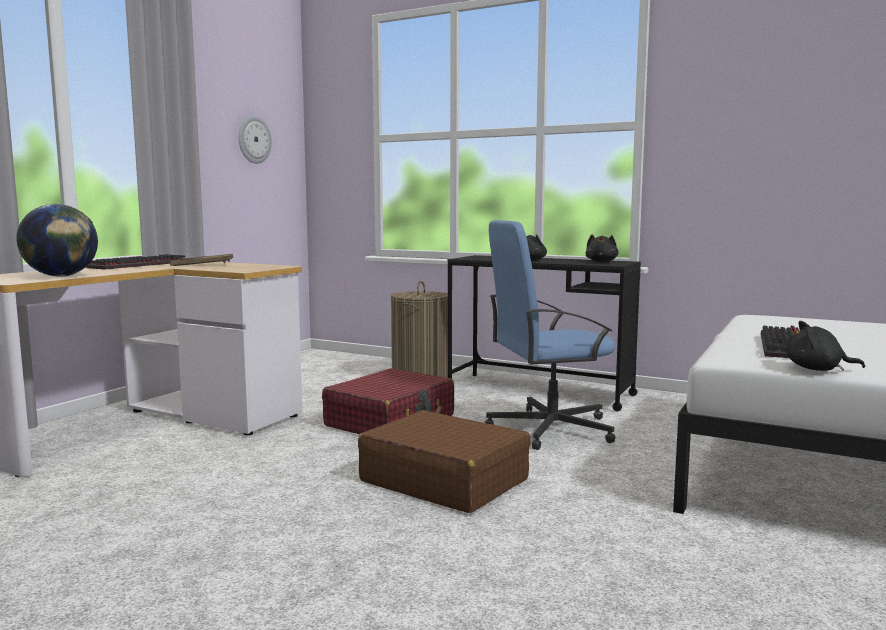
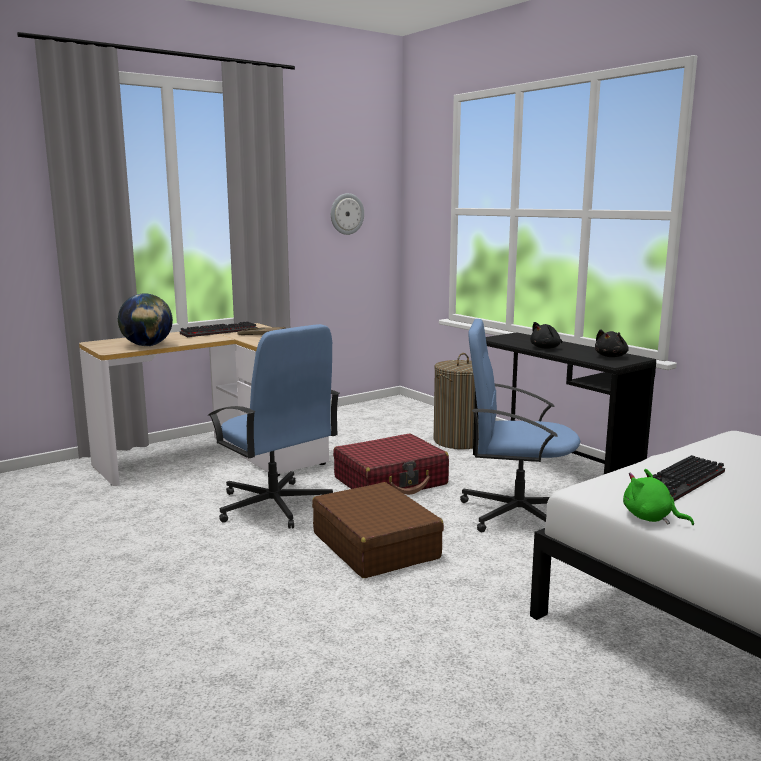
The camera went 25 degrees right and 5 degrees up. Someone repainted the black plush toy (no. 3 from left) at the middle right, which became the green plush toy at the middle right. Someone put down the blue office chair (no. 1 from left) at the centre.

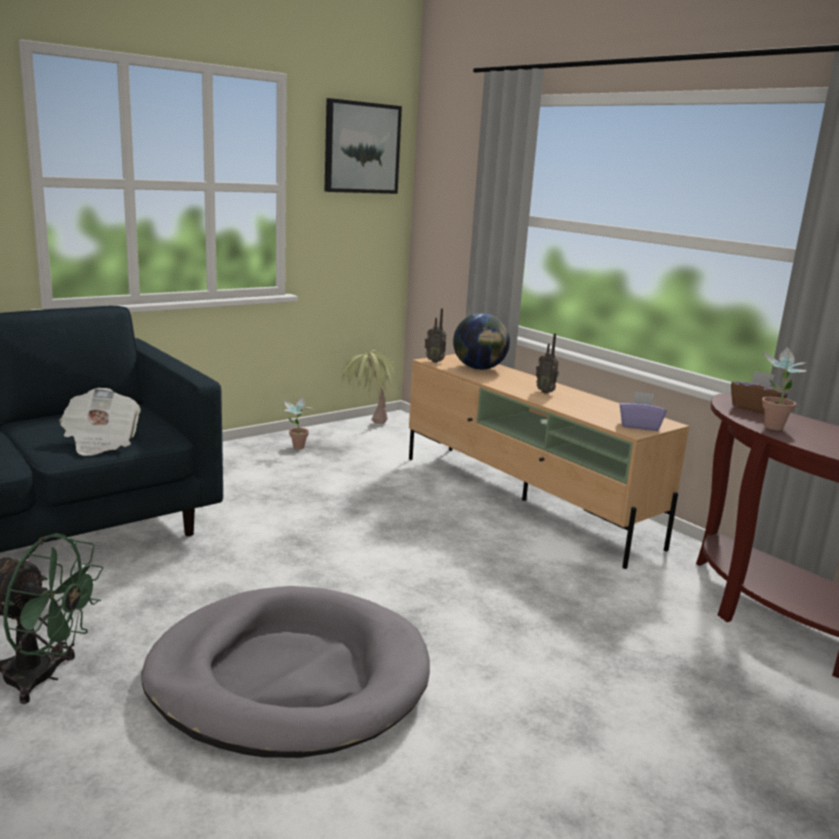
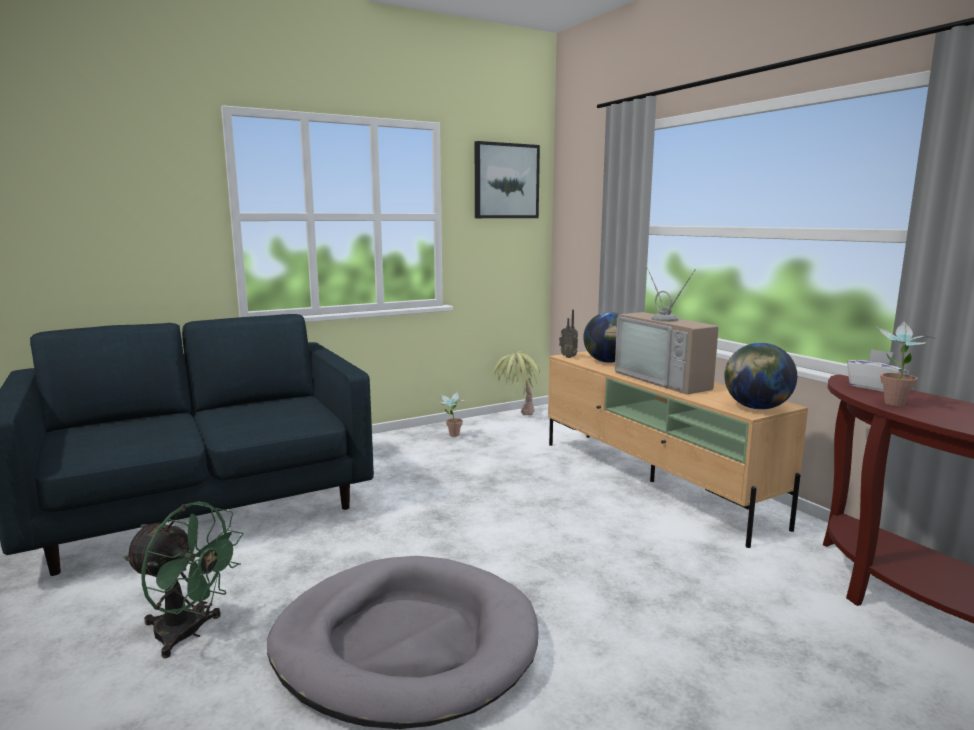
The camera went 10 degrees right and 5 degrees down. Someone swapped the radio (no. 2 from left) at the centre for the television at the middle right. Someone repainted the brown tissue box at the middle right, which became the white tissue box at the middle right. Someone took away the newspaper at the middle left. Someone swapped the purple tissue box at the middle right for the globe (no. 2 from left) at the middle right.

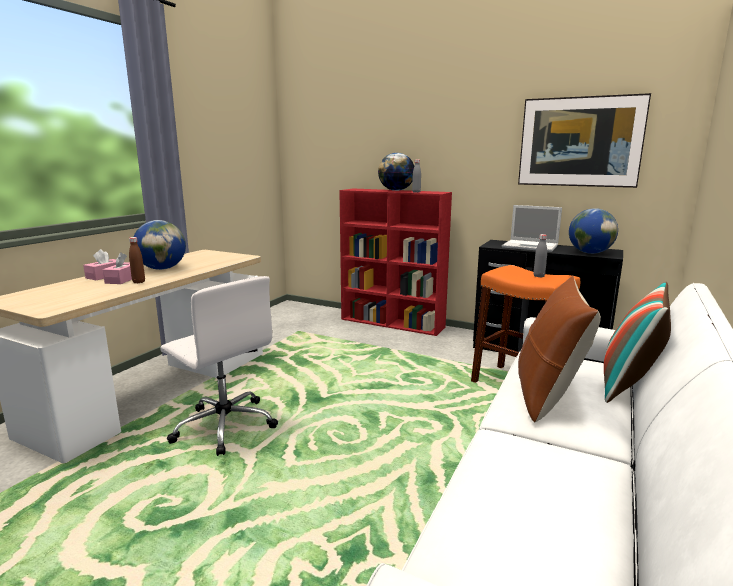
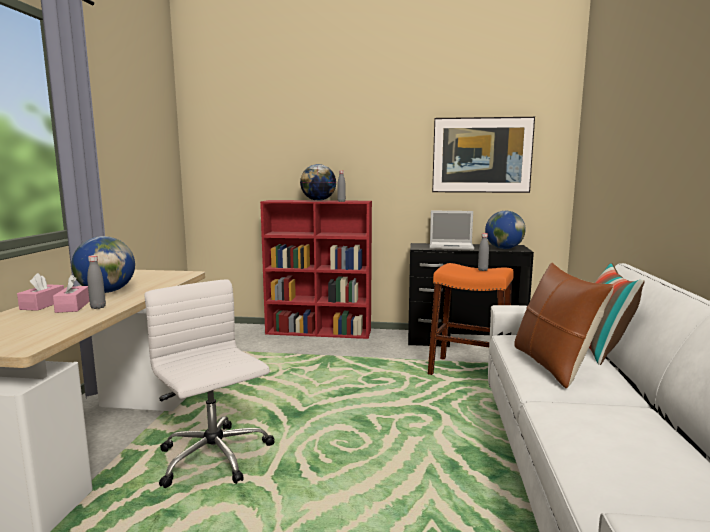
The camera went 20 degrees left and 5 degrees down. Someone repainted the brown bottle at the middle left, which became the grey bottle (no. 1 from left) at the middle left. Someone rotated the white office chair at the middle left by 150 degrees counterclockwise.

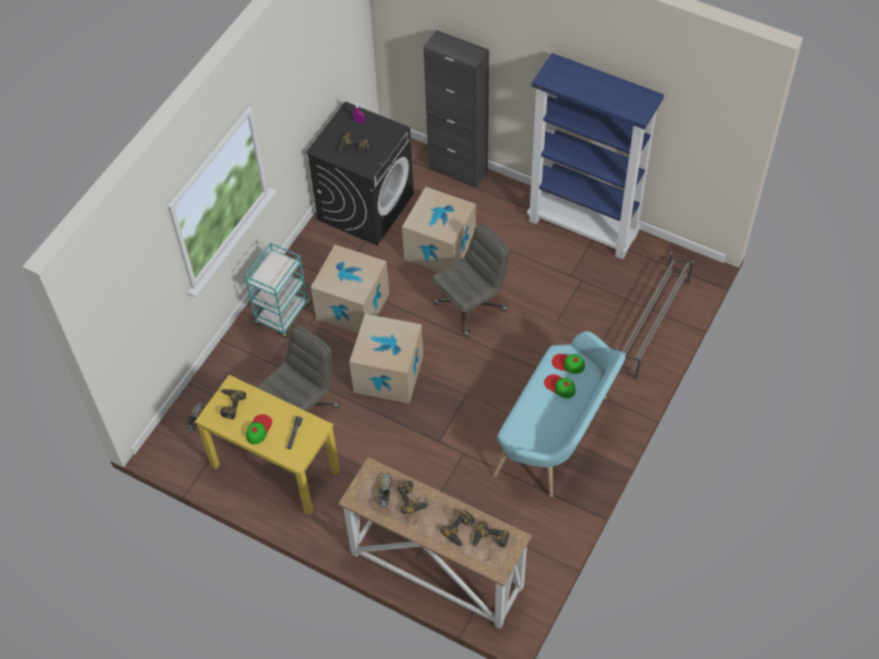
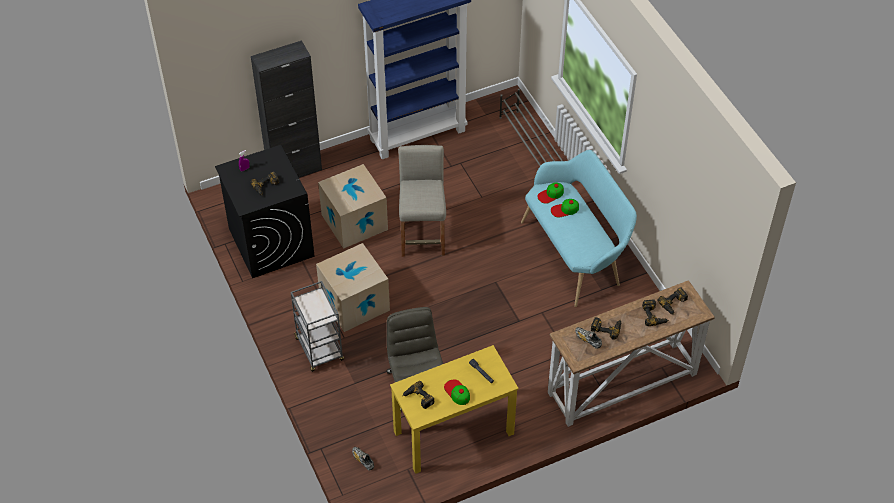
The camera went 55 degrees left and 5 degrees down. Someone swapped the grey office chair (no. 2 from left) at the centre for the beige stool at the centre. Someone repainted the turquoise cart at the middle left, which became the grey cart at the centre. Someone took away the cardboard box (no. 2 from left) at the centre.

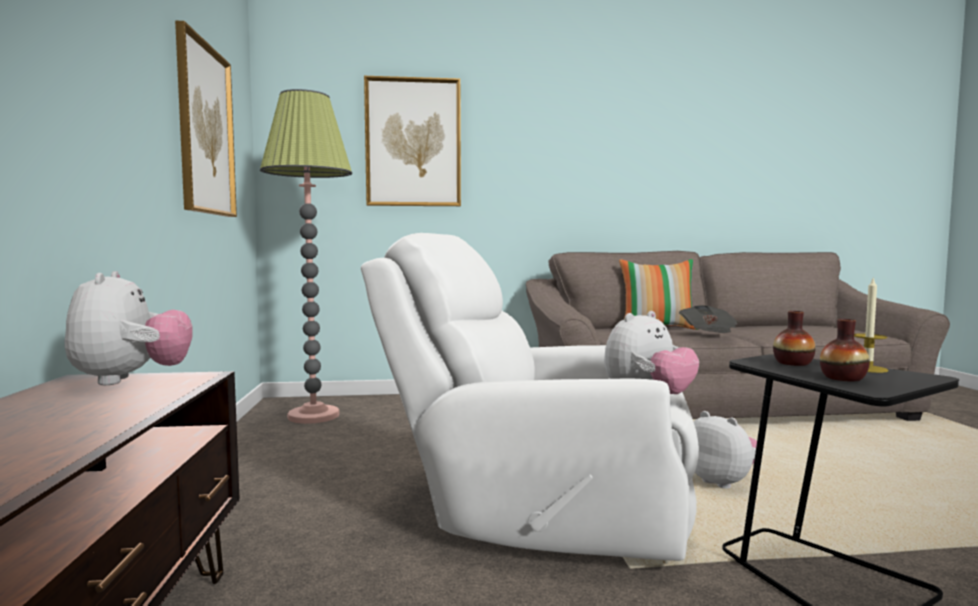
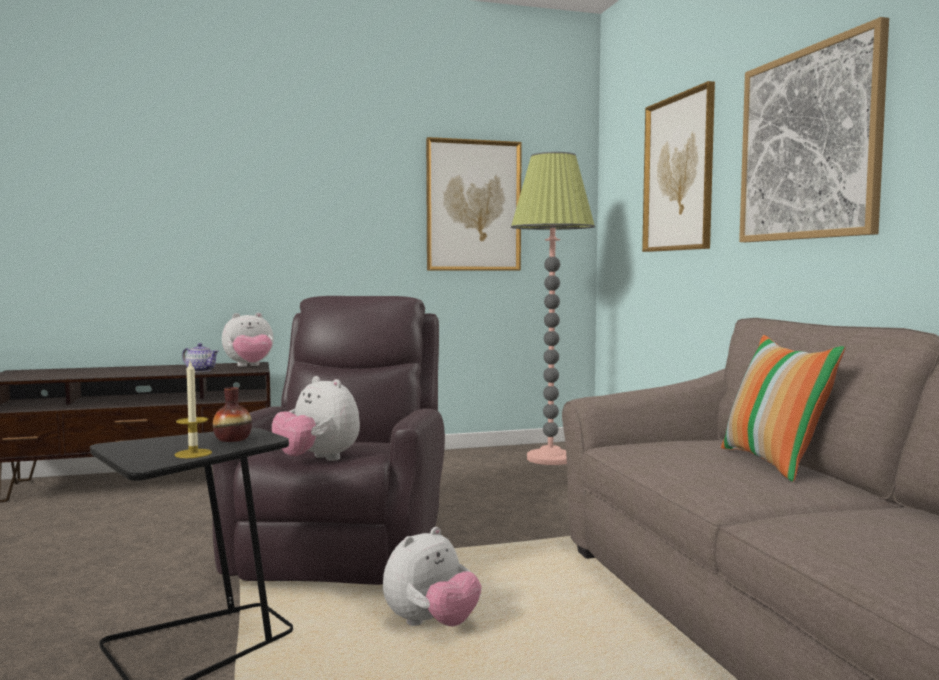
The camera went 80 degrees right and 0 degrees up. Someone repainted the white armchair at the centre, which became the brown armchair at the centre. Someone took away the newspaper at the middle right. Someone took away the vase (no. 2 from left) at the middle right. Someone put up the picture (no. 3 from left) at the top right. Someone put down the teapot at the middle left.

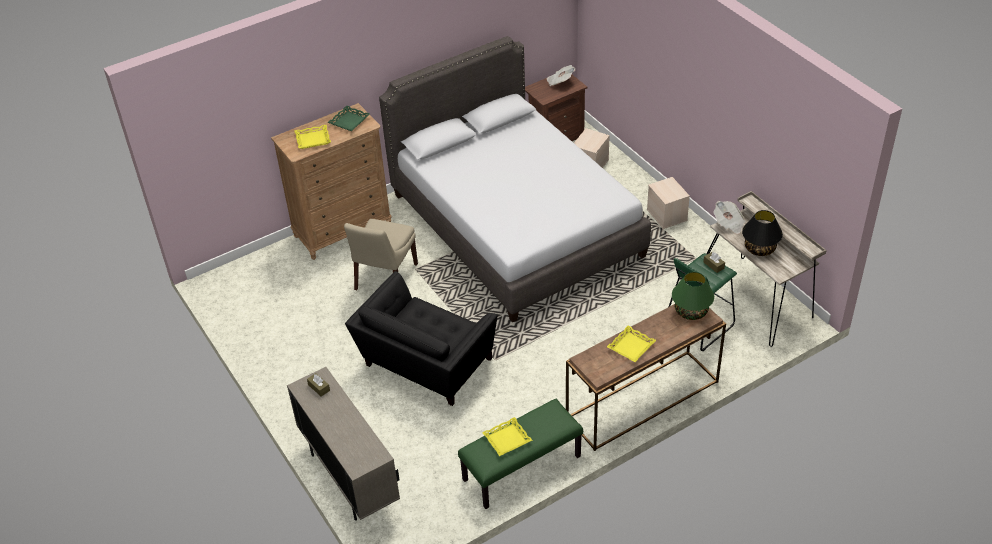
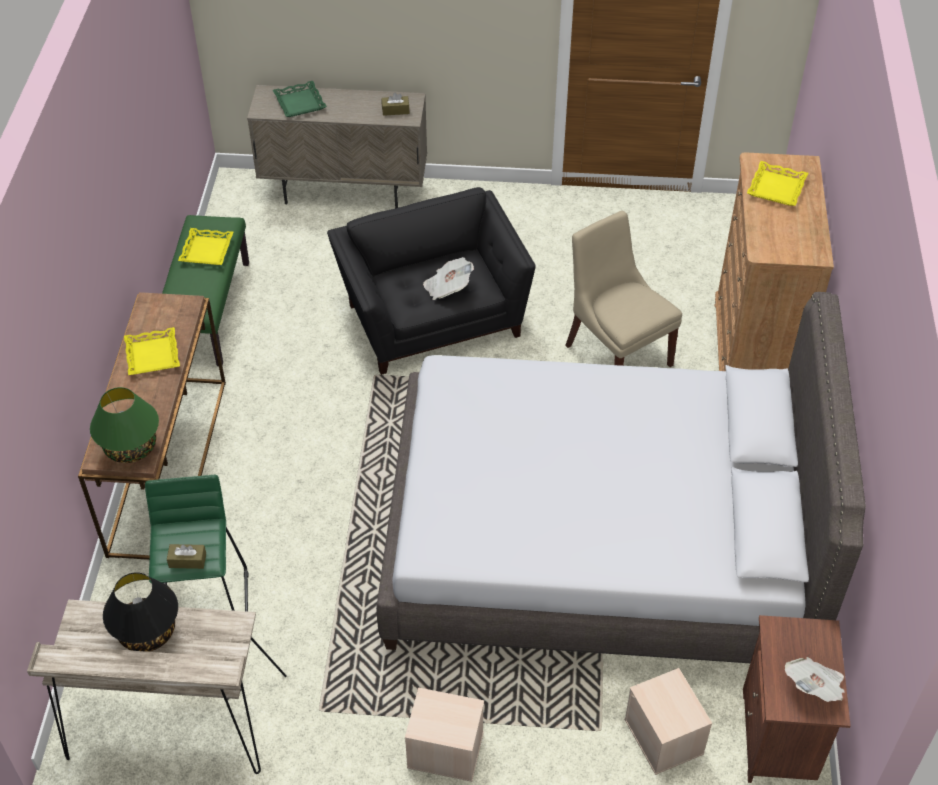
The camera went 125 degrees right and 5 degrees up. Someone carried the green tray from the top centre to the top left. Someone carried the newspaper (no. 2 from left in the first image) from the middle right to the centre.

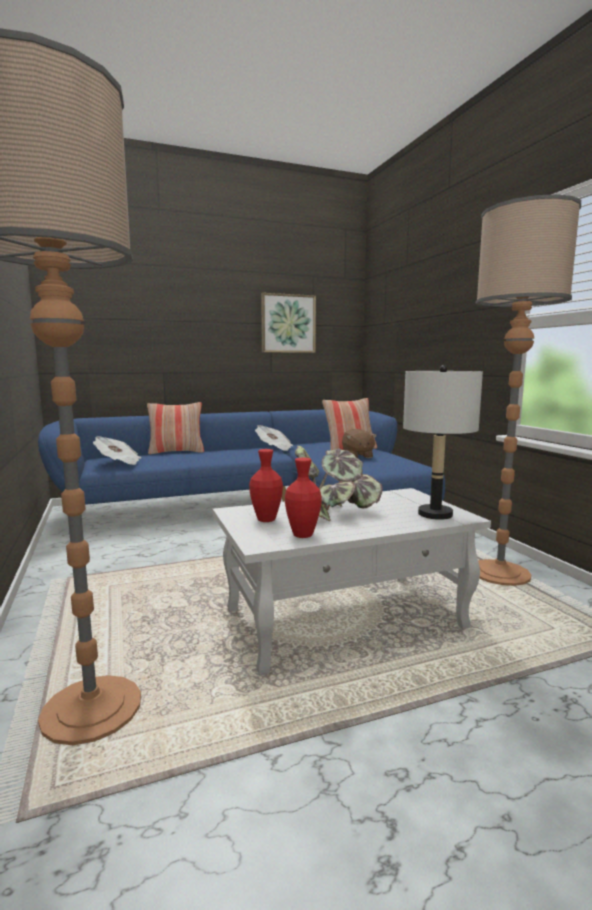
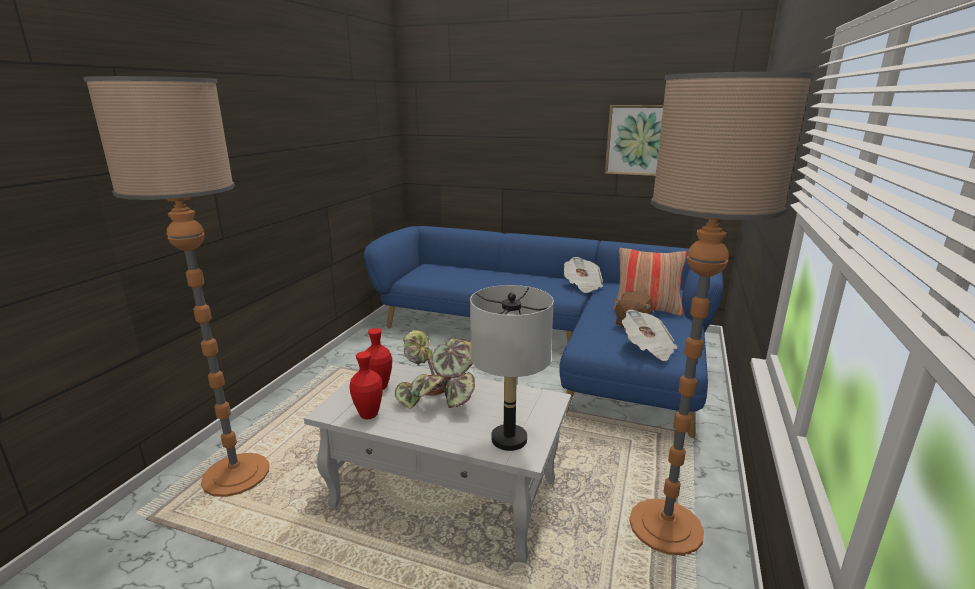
The camera went 40 degrees right and 10 degrees up. Someone took away the pillow (no. 1 from left) at the middle left. Someone carried the newspaper (no. 1 from left in the first image) from the middle left to the centre.

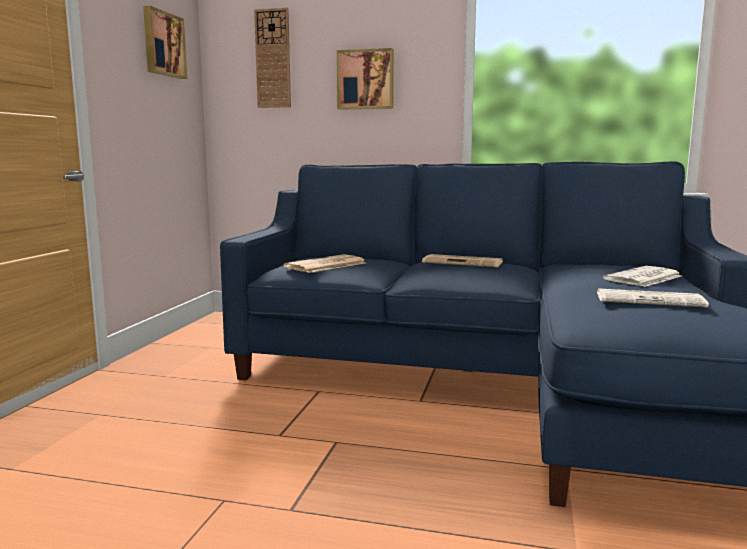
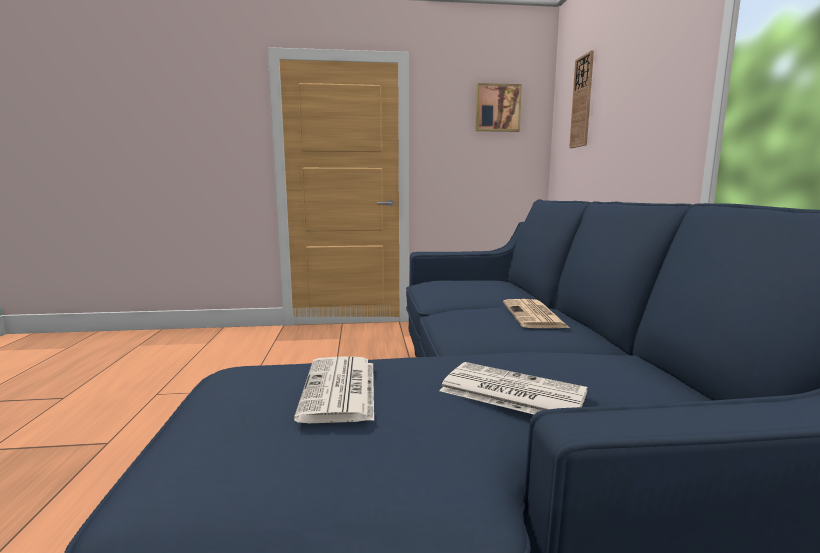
The camera went 70 degrees right and 0 degrees up. Someone took away the picture (no. 2 from left) at the top centre. Someone took away the newspaper (no. 1 from left) at the centre.

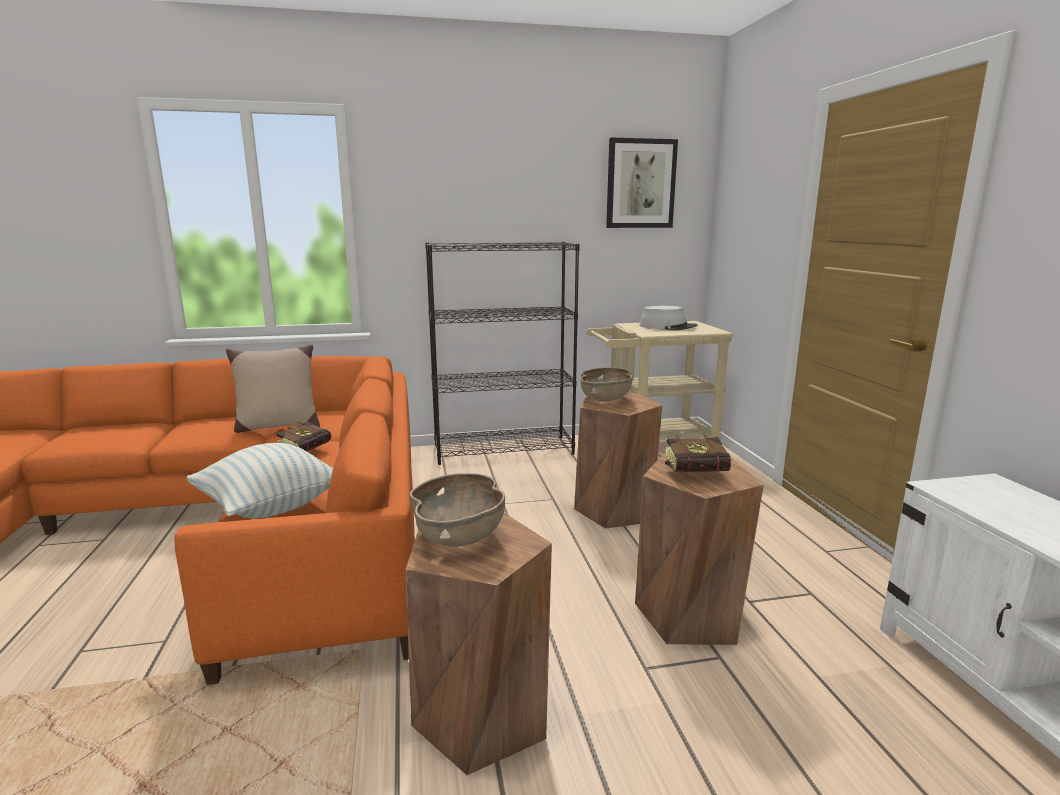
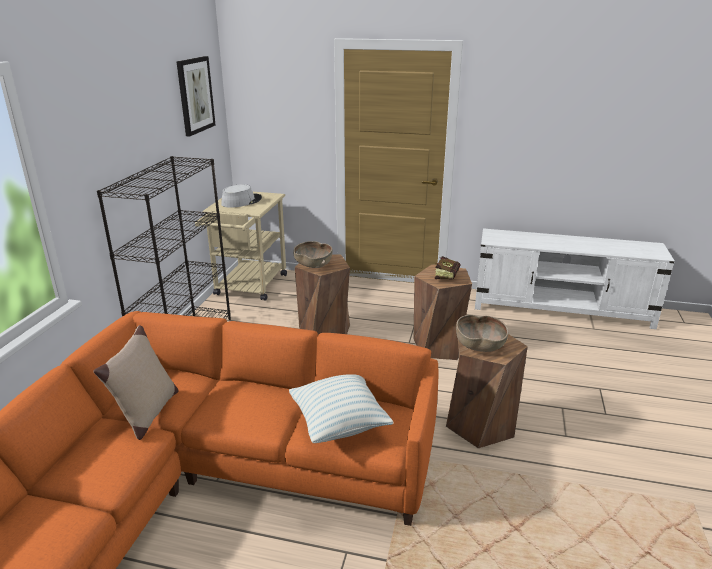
The camera went 65 degrees left and 10 degrees up. Someone took away the book (no. 1 from left) at the middle left.

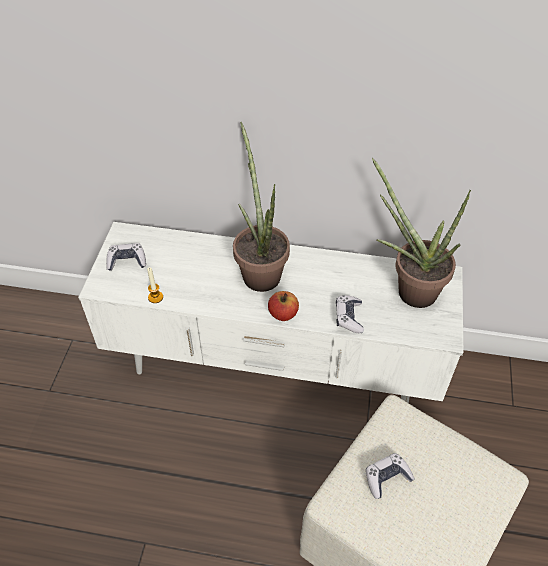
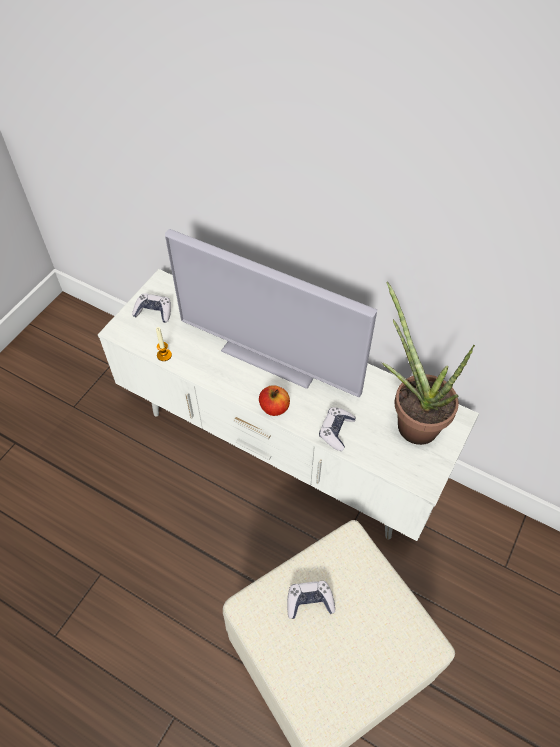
The camera went 20 degrees right and 5 degrees up. Someone swapped the potted plant (no. 1 from left) at the centre for the television at the centre.

